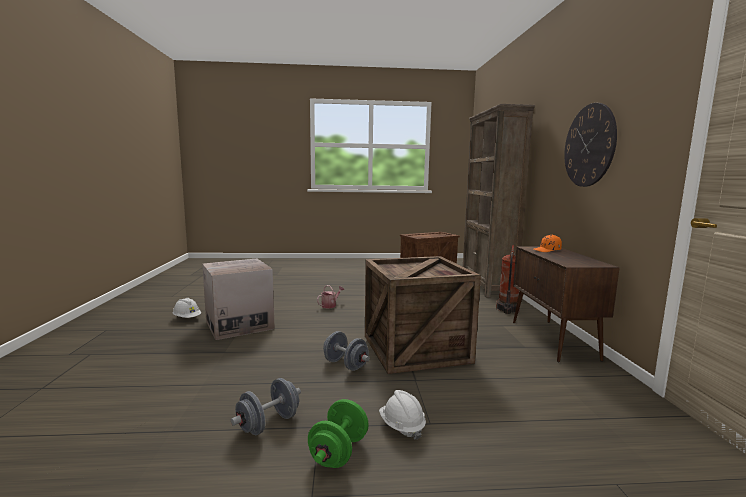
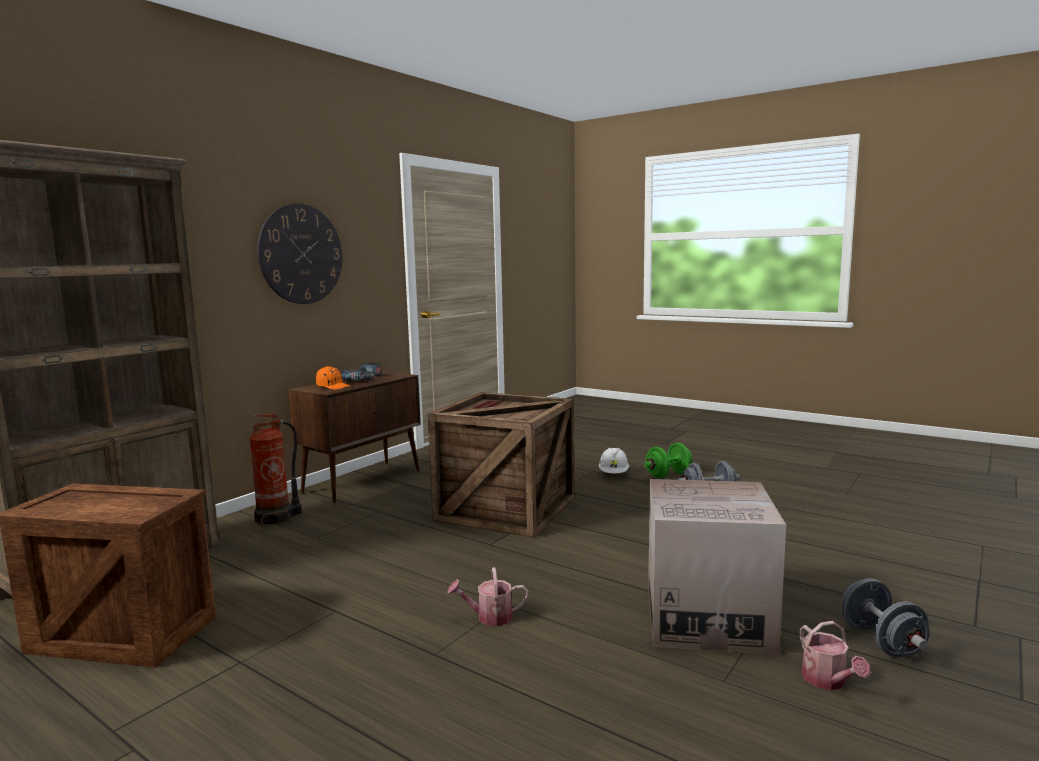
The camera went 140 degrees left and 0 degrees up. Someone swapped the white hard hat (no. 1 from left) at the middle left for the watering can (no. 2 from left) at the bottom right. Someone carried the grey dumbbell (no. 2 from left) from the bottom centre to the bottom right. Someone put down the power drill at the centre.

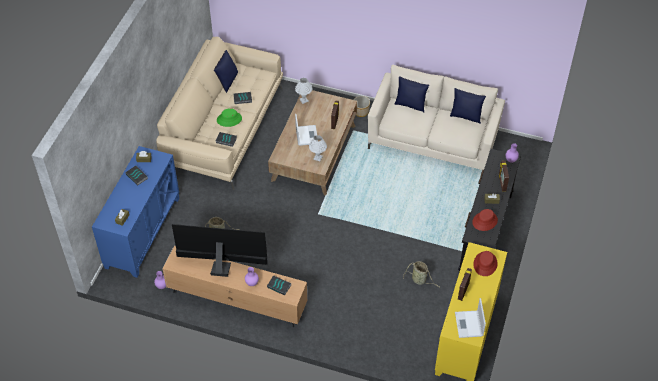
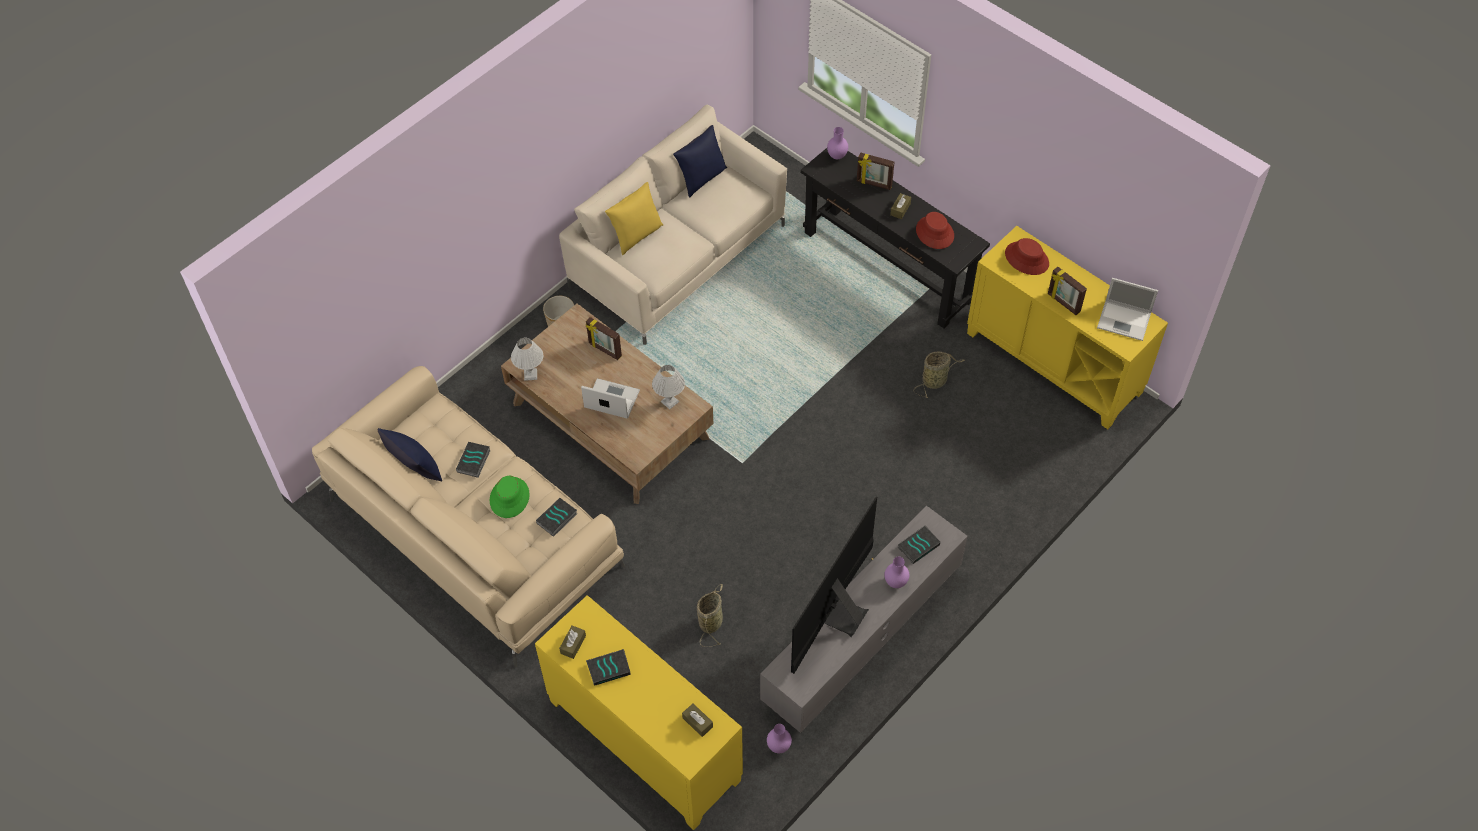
The camera went 65 degrees left and 5 degrees up. Someone repainted the blue pillow (no. 2 from left) at the top centre, which became the yellow pillow at the top centre. Someone repainted the blue cabinet at the middle left, which became the yellow cabinet (no. 1 from left) at the bottom centre. Someone repainted the brown tv stand at the bottom centre, which became the grey tv stand at the bottom centre.

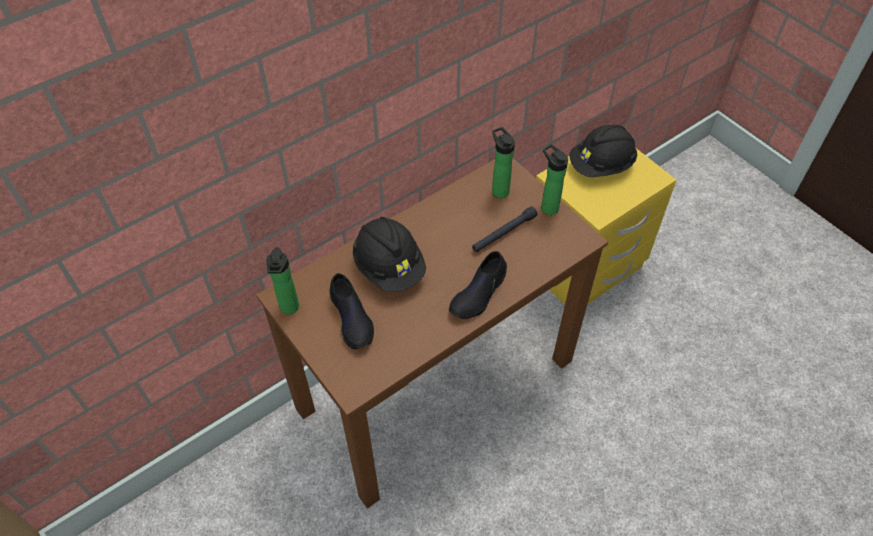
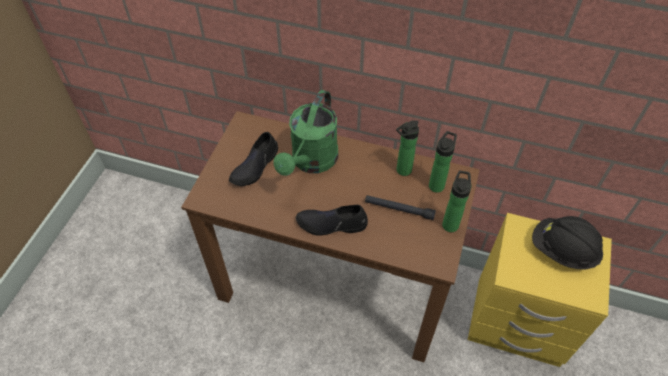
The camera went 55 degrees right and 0 degrees up. Someone swapped the black hard hat (no. 1 from left) at the centre for the green watering can at the centre. Someone carried the bottle (no. 1 from left) from the middle left to the centre.

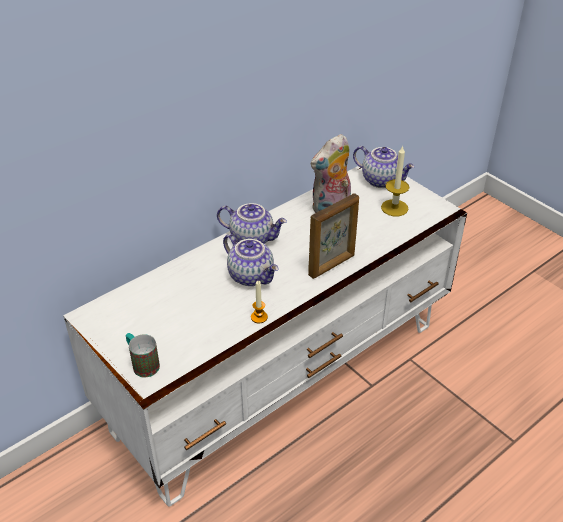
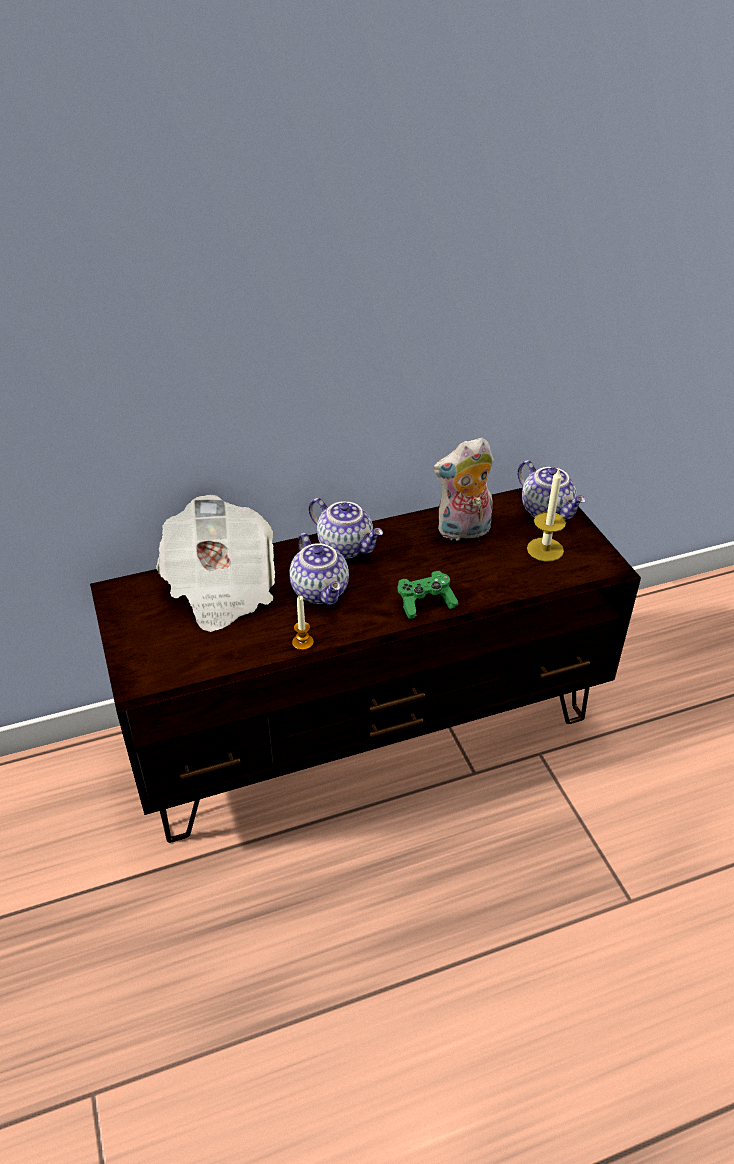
The camera went 20 degrees right and 0 degrees up. Someone repainted the white tv stand at the centre, which became the brown tv stand at the centre. Someone swapped the picture frame at the centre for the green game controller at the centre. Someone took away the mug at the bottom left. Someone put down the newspaper at the middle left.

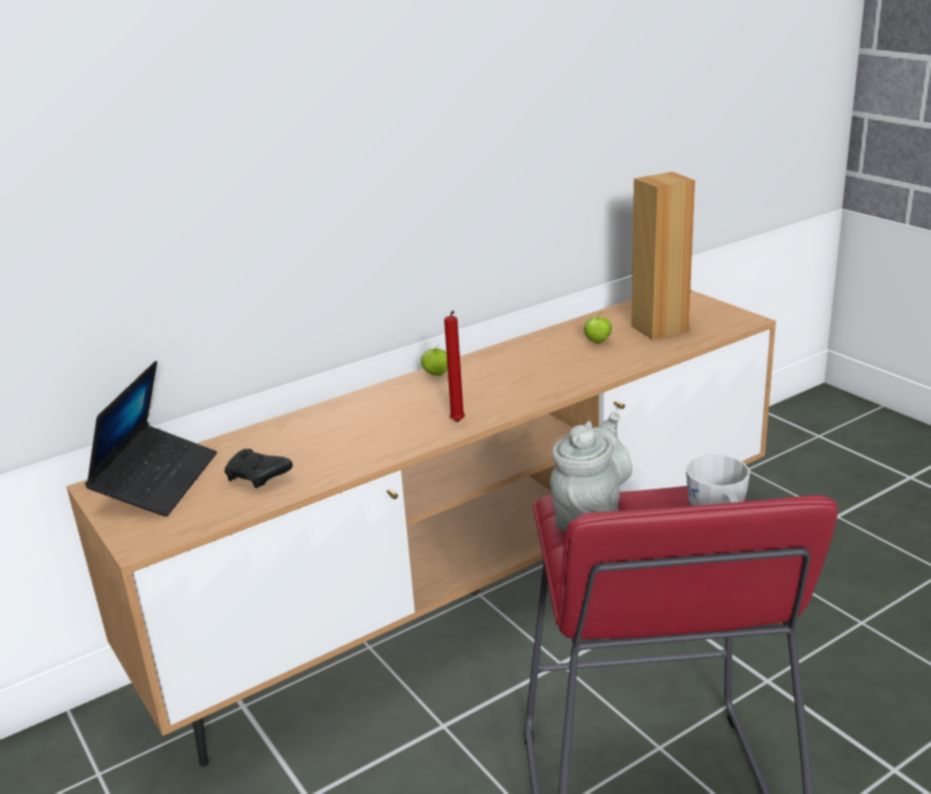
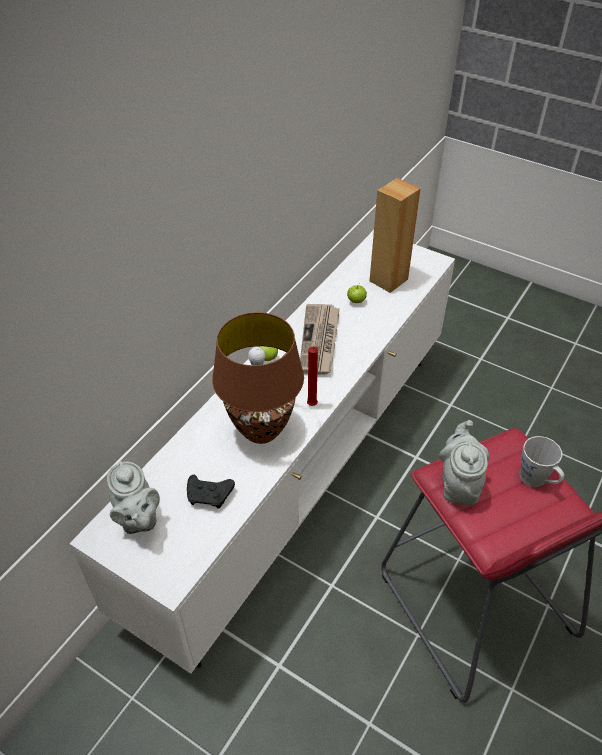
The camera went 25 degrees left and 20 degrees up. Someone repainted the brown tv stand at the centre, which became the white tv stand at the centre. Someone swapped the laptop at the middle left for the grey teapot (no. 1 from left) at the middle left. Someone put down the newspaper at the centre. Someone put down the brown table lamp at the centre.

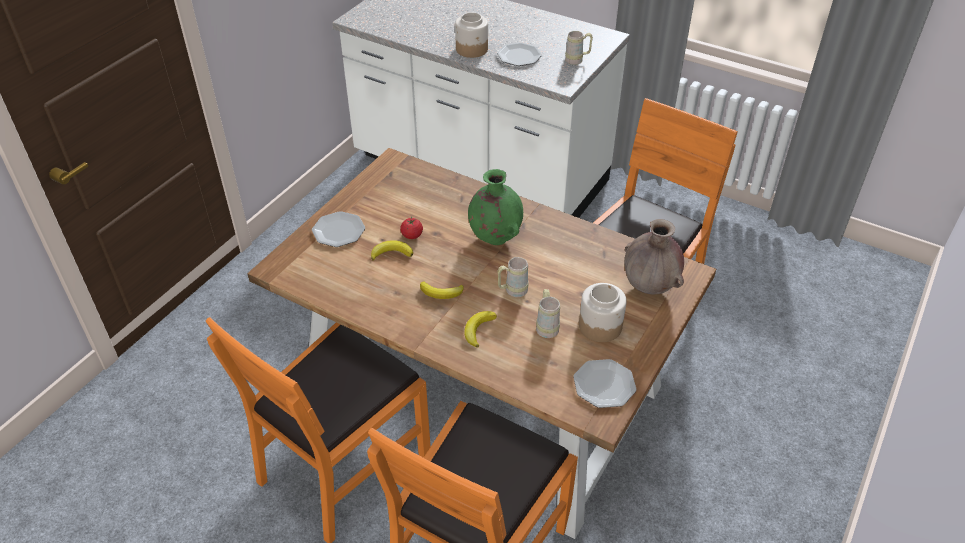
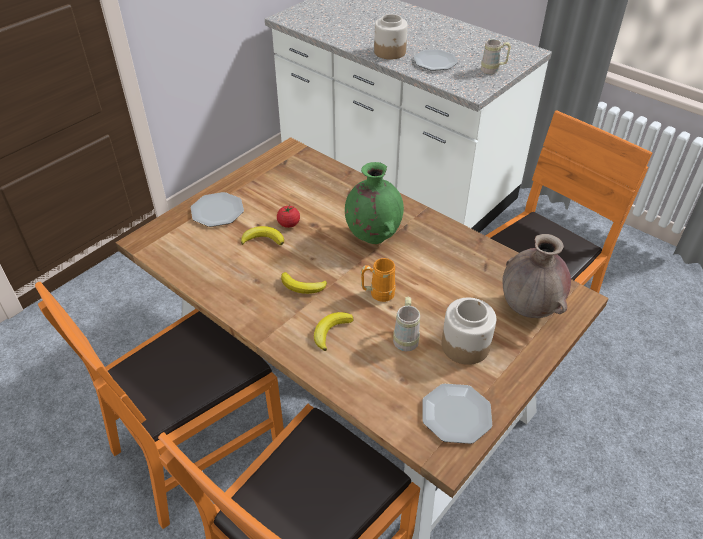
The camera went 10 degrees right and 0 degrees up. Someone repainted the beige mug (no. 1 from left) at the centre, which became the orange mug at the centre.

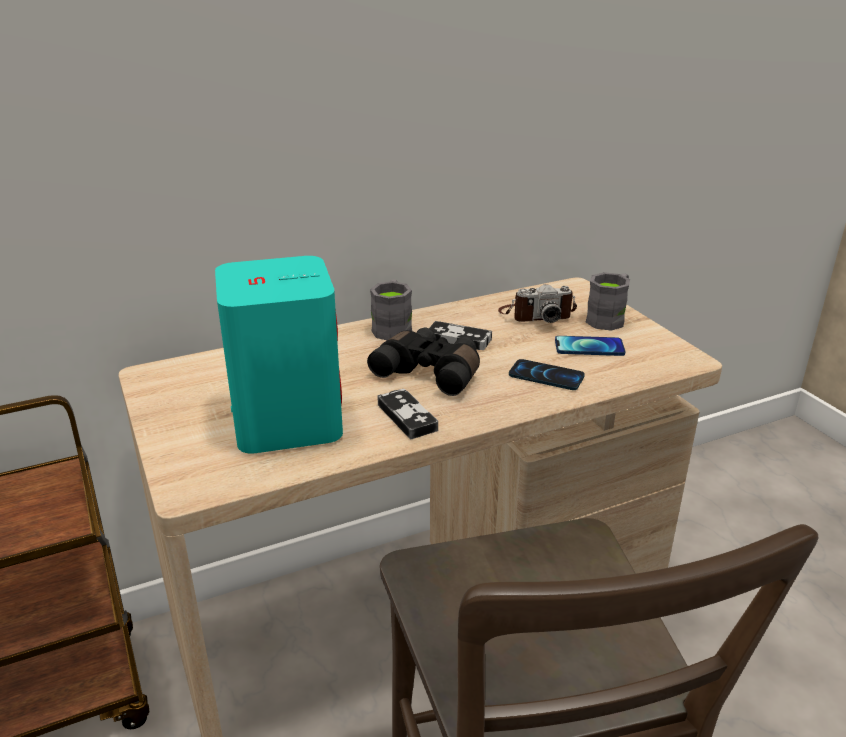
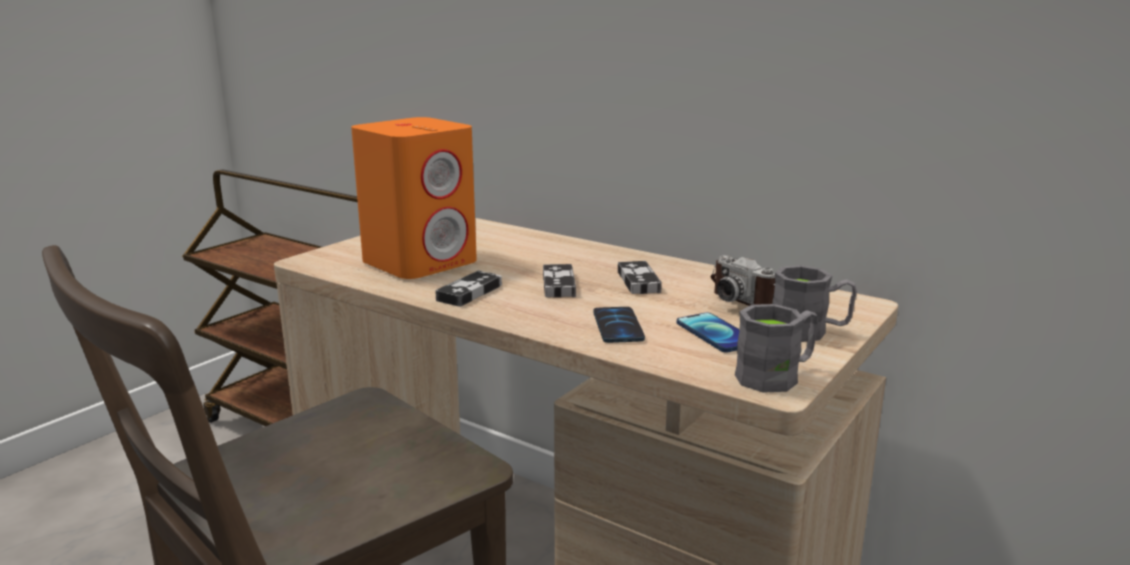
The camera went 60 degrees right and 10 degrees down. Someone repainted the turquoise speaker at the middle left, which became the orange speaker at the centre. Someone carried the grey mug (no. 1 from left) from the centre to the middle right. Someone swapped the black binoculars at the centre for the game controller (no. 2 from left) at the centre.

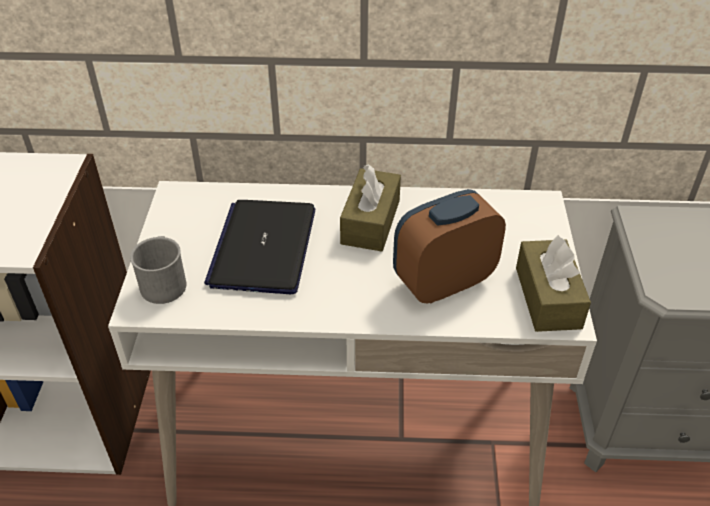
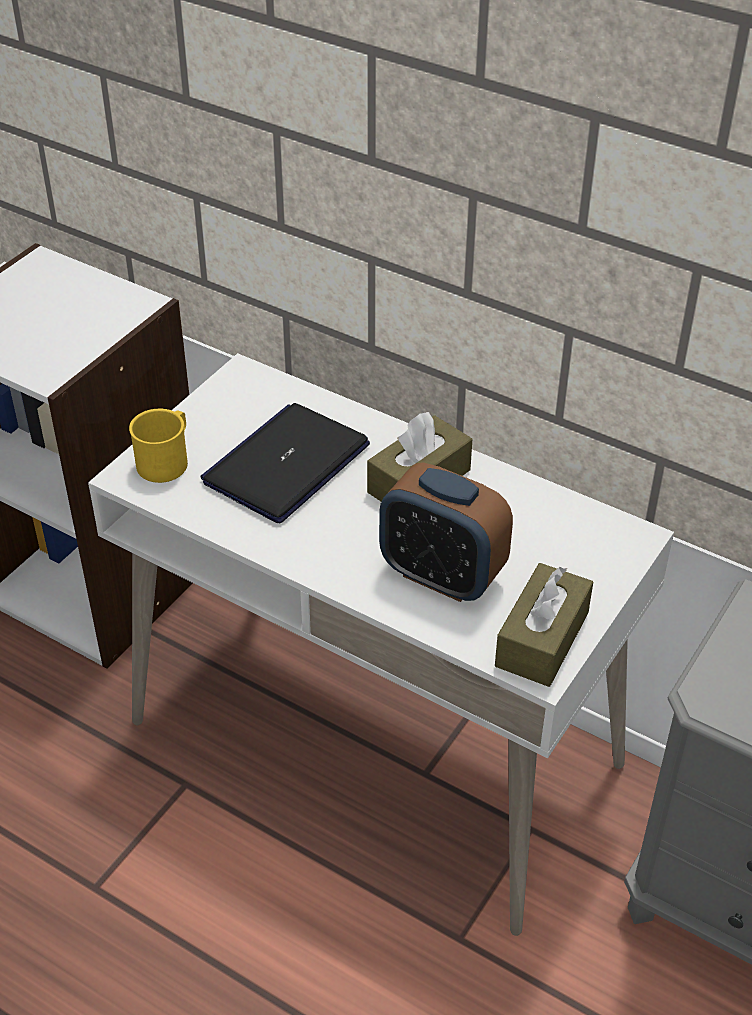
The camera went 30 degrees right and 0 degrees up. Someone rotated the alarm clock at the centre by 150 degrees counterclockwise. Someone repainted the grey mug at the middle left, which became the yellow mug at the middle left.

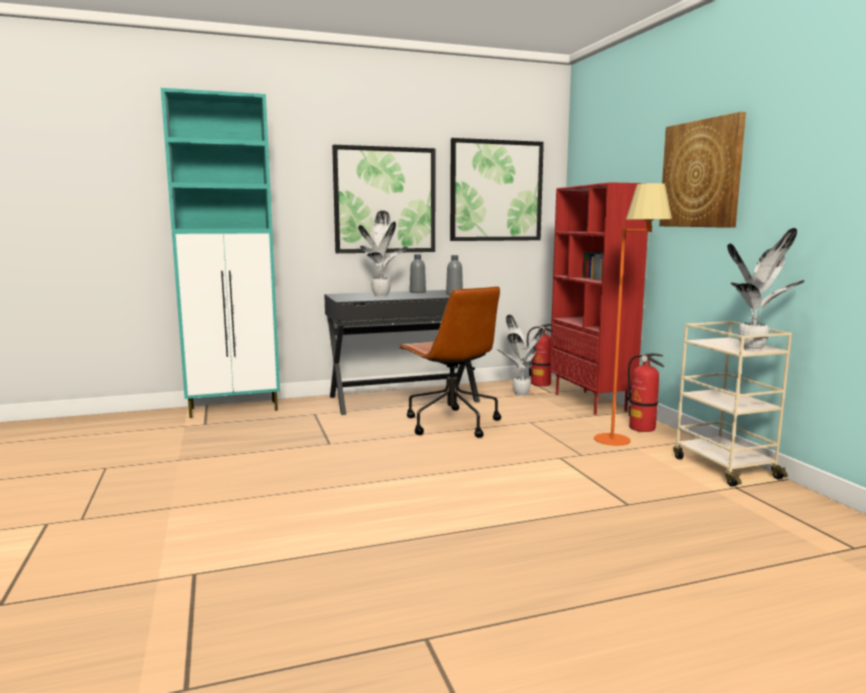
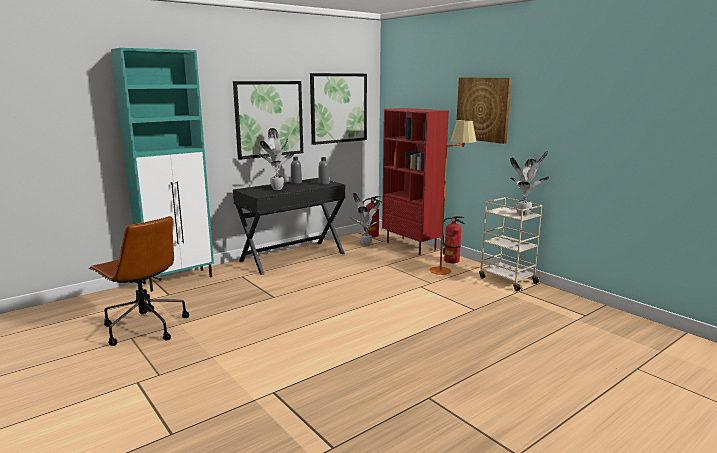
The camera went 20 degrees left and 5 degrees up. Someone carried the brown office chair from the centre to the middle left.

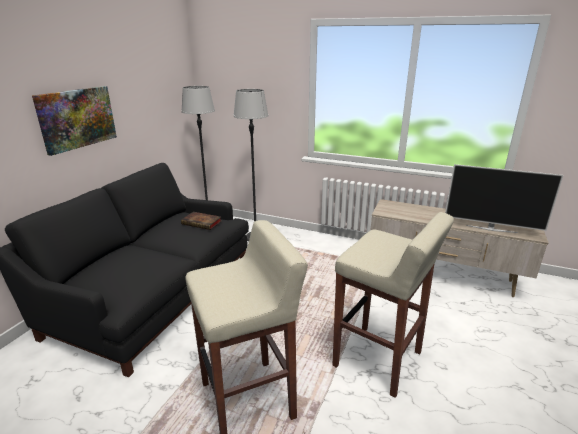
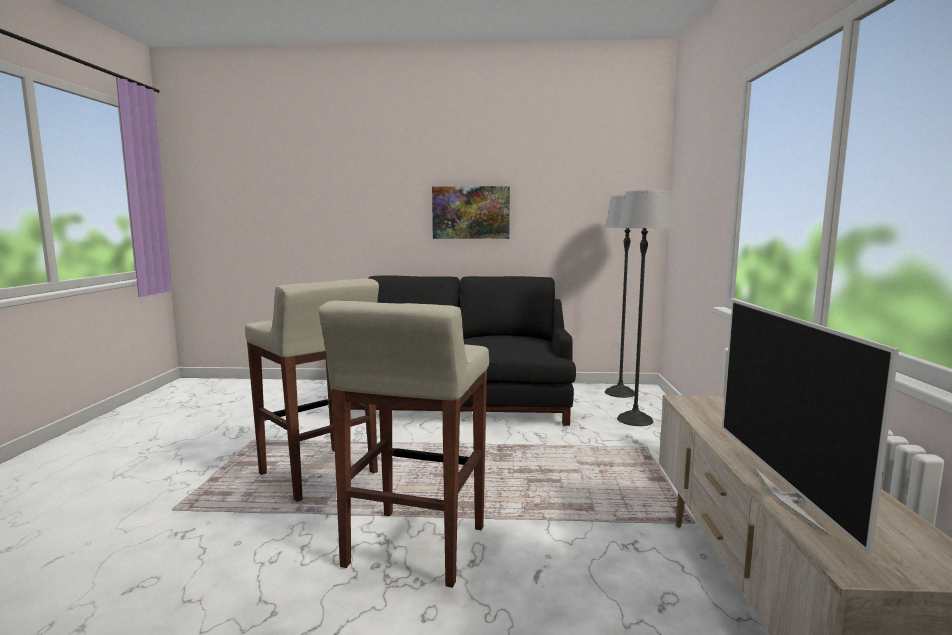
The camera went 70 degrees right and 15 degrees down. Someone took away the book at the centre.

